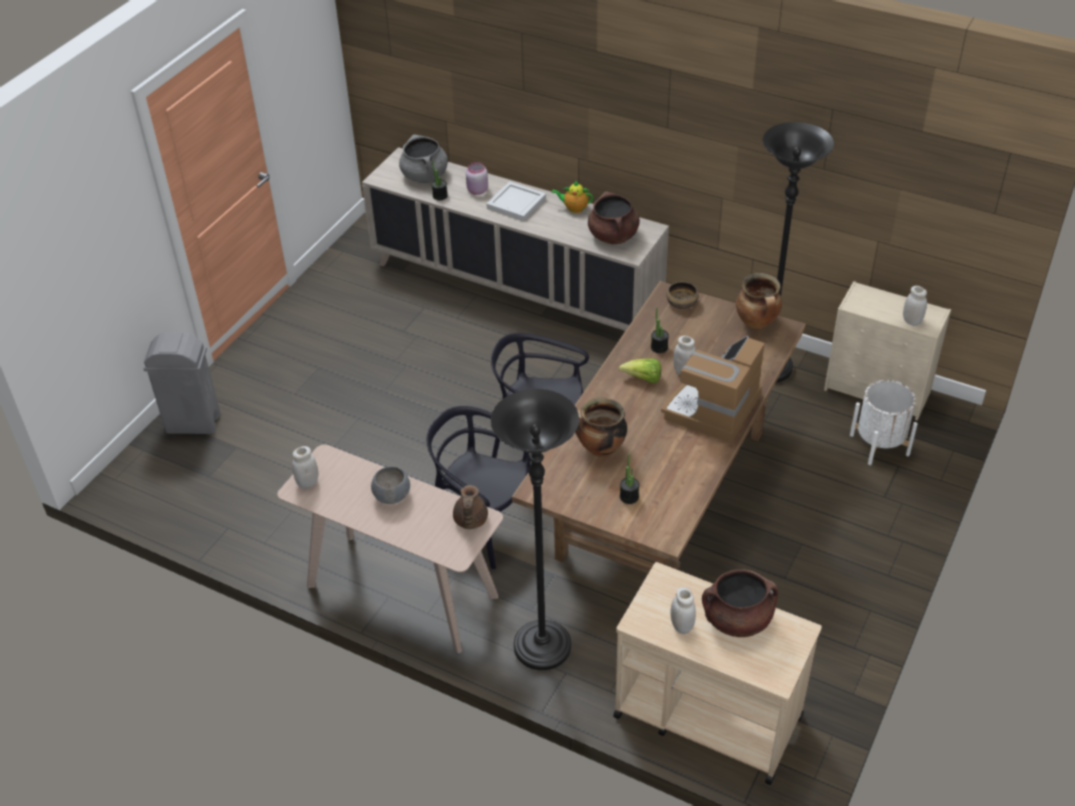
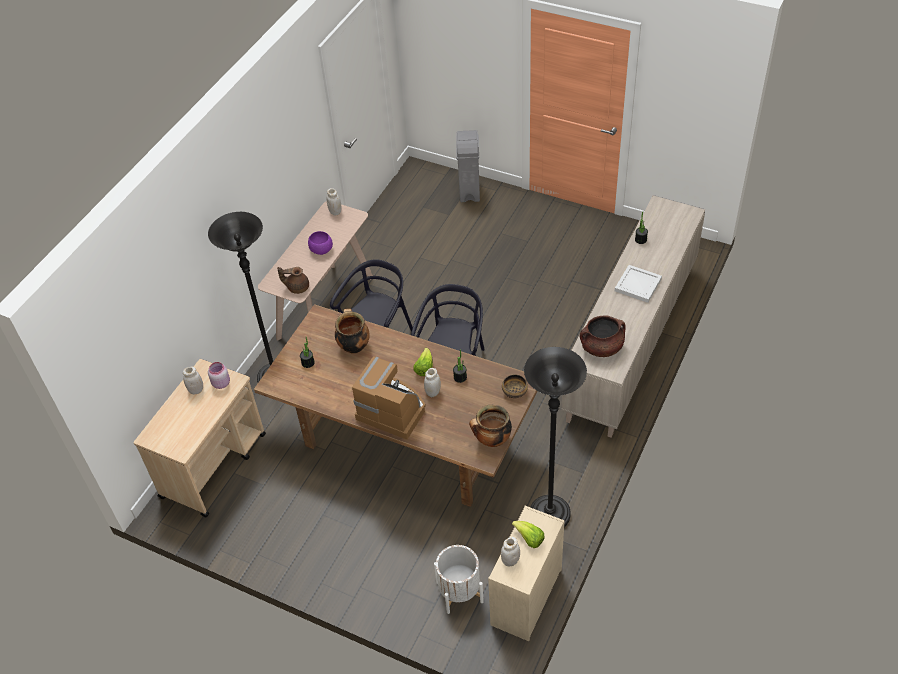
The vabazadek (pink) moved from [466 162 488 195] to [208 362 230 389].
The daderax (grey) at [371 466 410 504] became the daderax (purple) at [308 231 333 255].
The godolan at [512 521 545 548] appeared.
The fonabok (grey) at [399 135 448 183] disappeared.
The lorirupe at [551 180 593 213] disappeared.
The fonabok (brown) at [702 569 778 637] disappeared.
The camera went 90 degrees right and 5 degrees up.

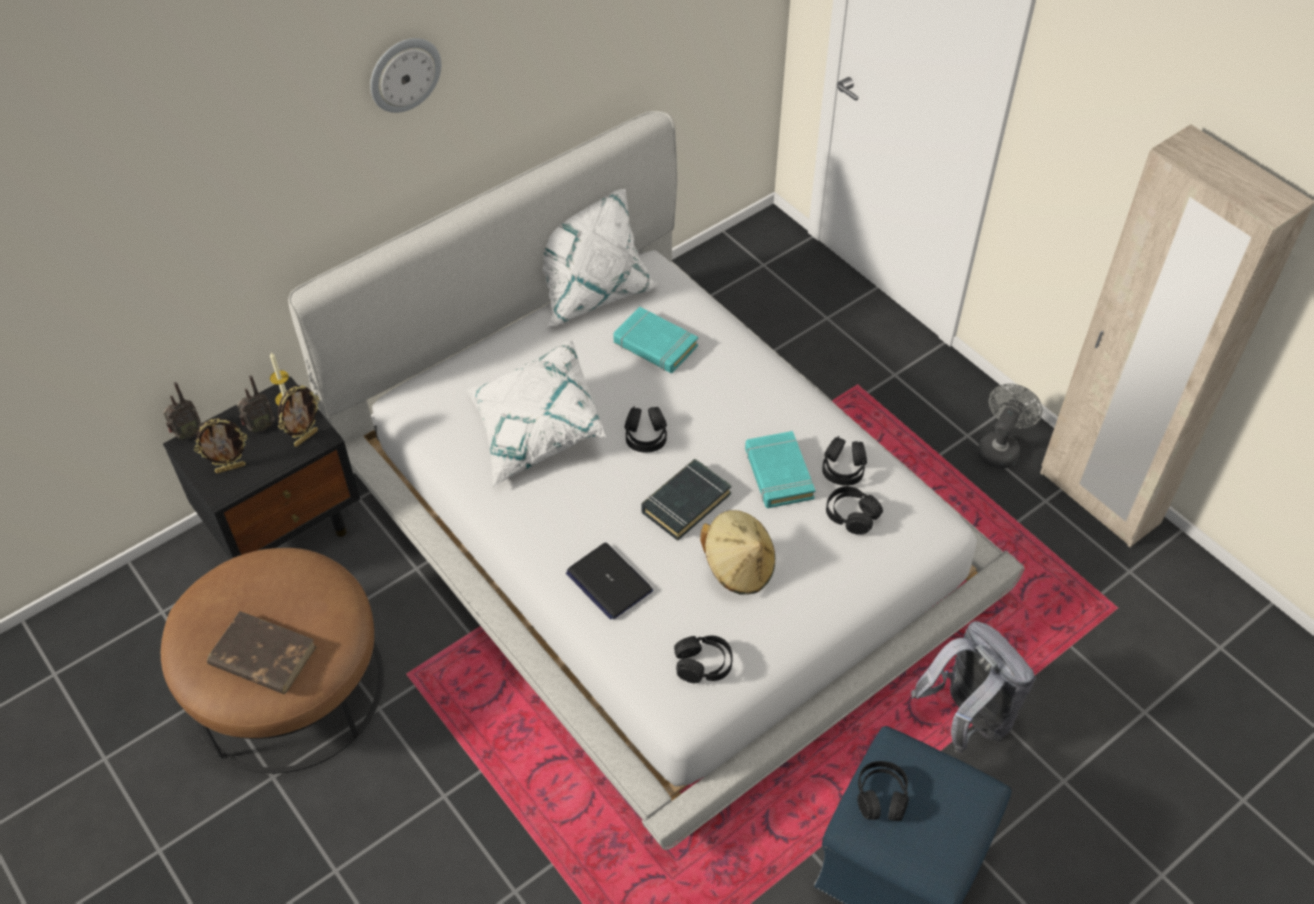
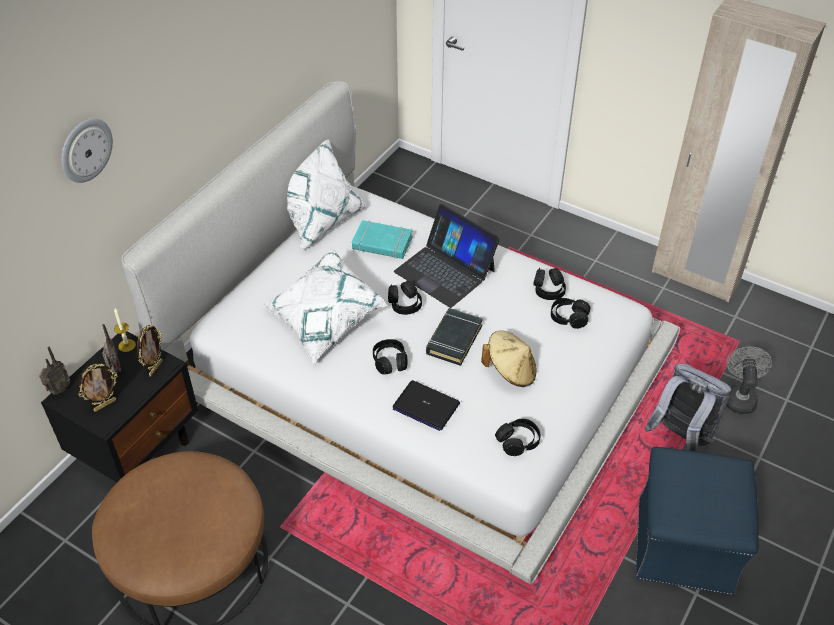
The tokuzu moved from [370 38 441 113] to [61 119 113 183].
The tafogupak at [237 375 275 433] turned 60 degrees counterclockwise.
The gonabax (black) moved from [857 761 909 821] to [373 339 408 375].
The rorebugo at [394 204 500 308] appeared.
The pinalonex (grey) moved from [978 384 1043 469] to [726 347 772 414].
The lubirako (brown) at [207 611 317 694] disappeared.
The lubirako (turquoise) at [745 431 815 508] disappeared.
The camera went 20 degrees left and 5 degrees down.

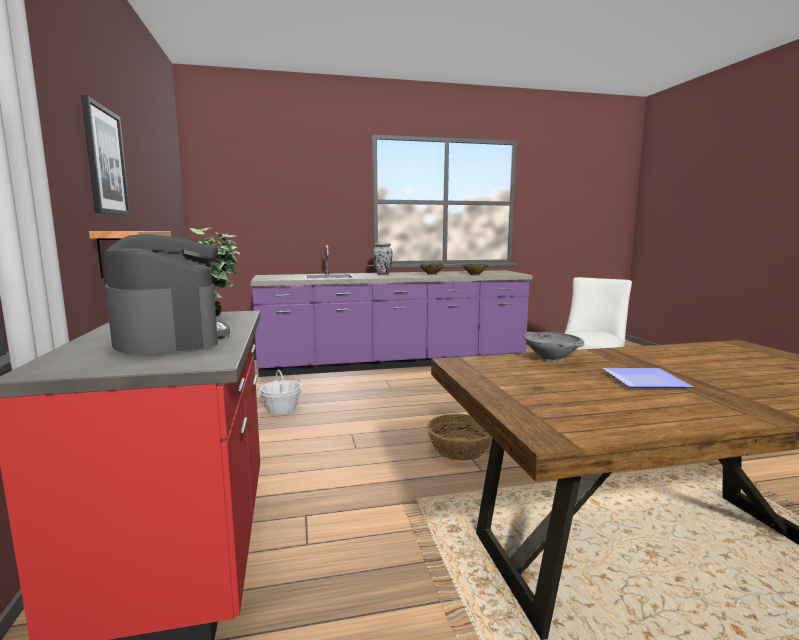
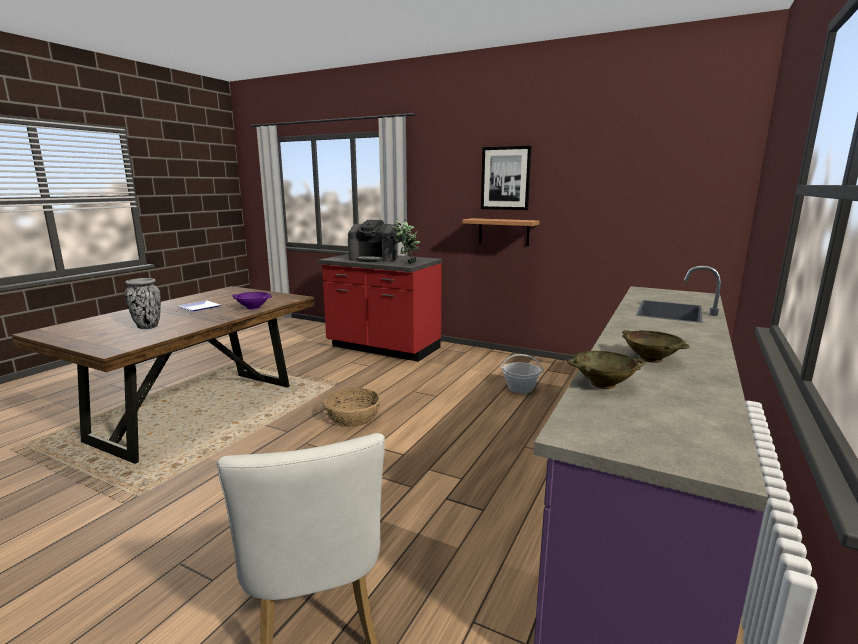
The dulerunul moved from [373 243 393 275] to [125 278 161 329].
The daderax (grey) at [523 332 585 362] became the daderax (purple) at [232 292 272 310].
The camera went 130 degrees right and 5 degrees up.

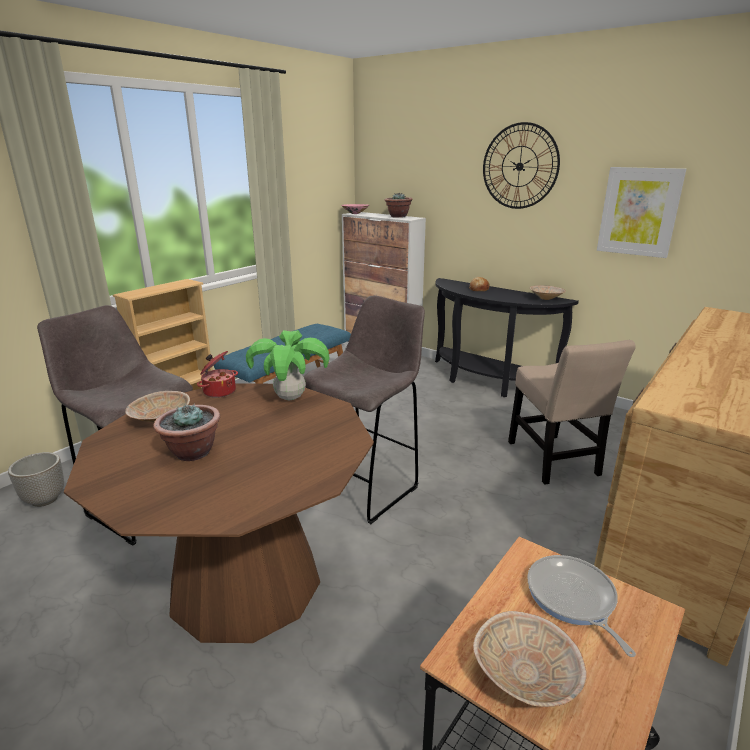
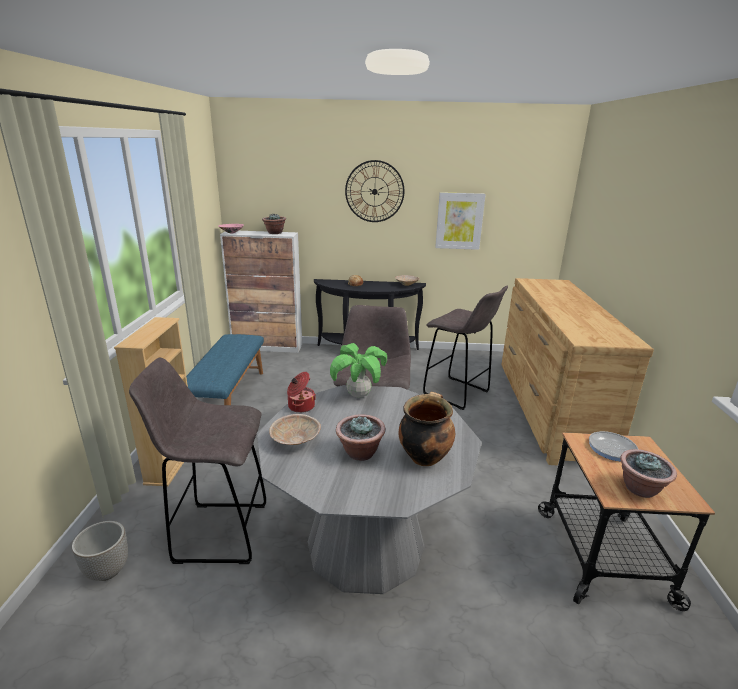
The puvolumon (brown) at [64 383 374 643] became the puvolumon (grey) at [257 385 482 594].
The fonabok at [398 392 455 466] appeared.
The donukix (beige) at [508 340 636 485] was replaced by the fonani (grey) at [423 286 508 410].
The daderax (beige) at [473 611 587 707] was replaced by the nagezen at [620 449 677 498].
The camera went 35 degrees left and 0 degrees up.

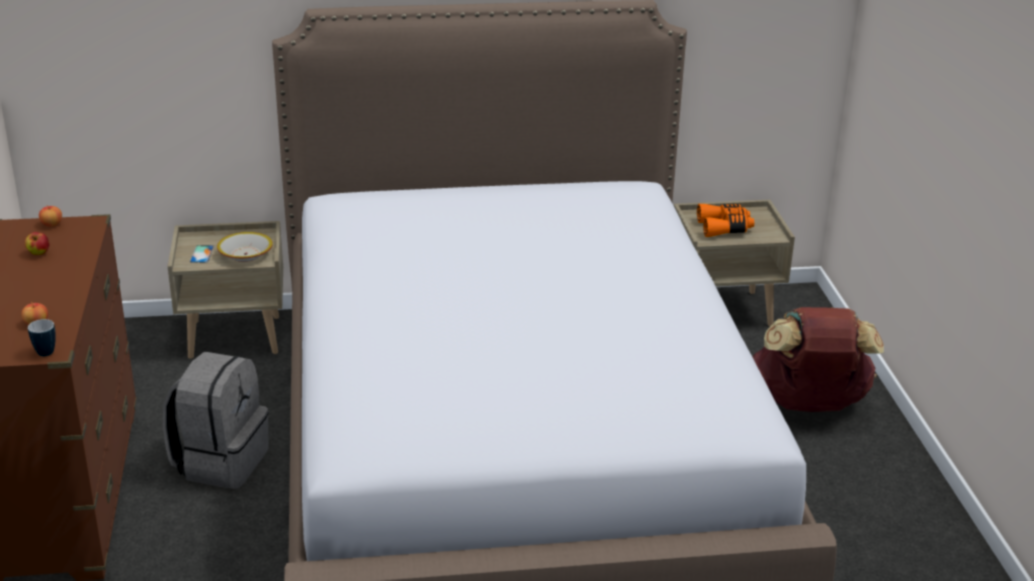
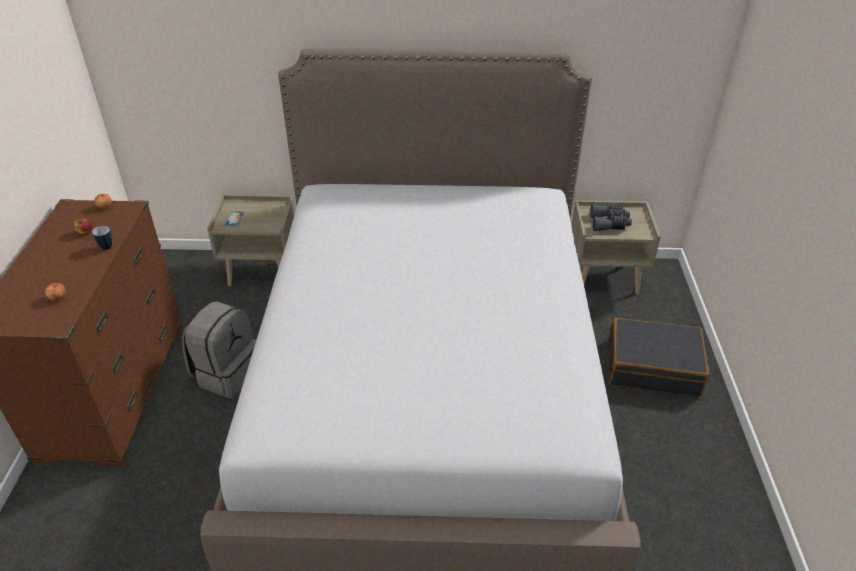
The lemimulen moved from [28 319 56 356] to [92 225 112 250].
The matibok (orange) at [697 204 754 237] became the matibok (grey) at [590 204 632 231].
The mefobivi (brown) at [752 307 884 412] was replaced by the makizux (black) at [609 318 709 397].
The daderax at [217 232 273 262] disappeared.
The camera went 10 degrees right and 10 degrees up.

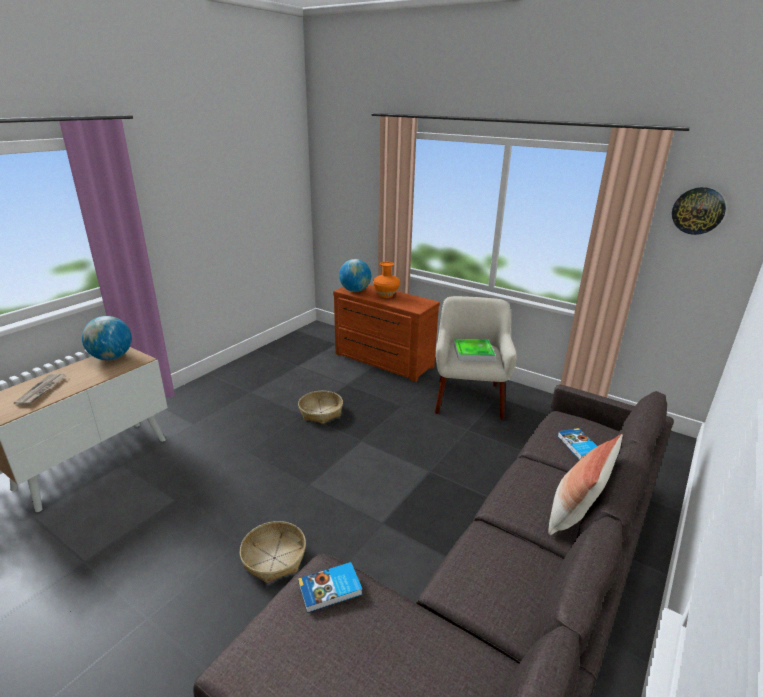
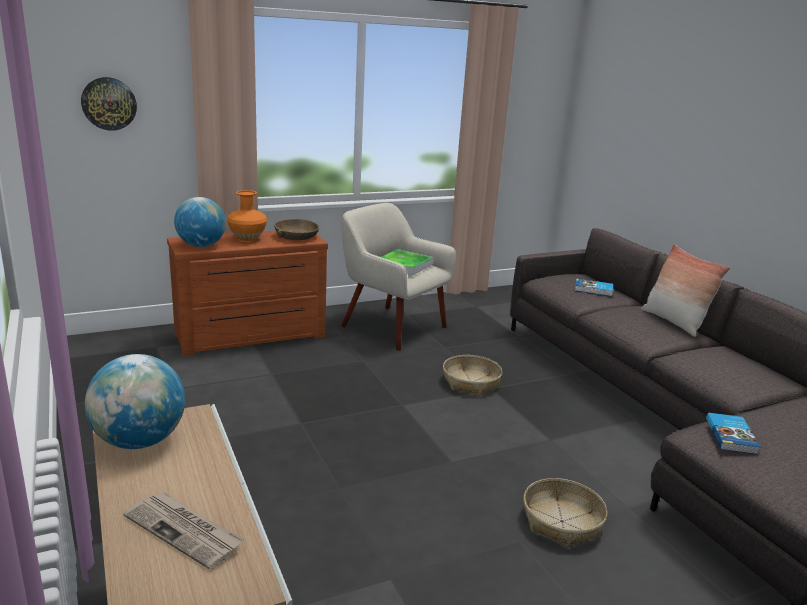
The tokuzu moved from [672 187 726 235] to [81 77 137 131].
The daderax (brown) at [274 219 319 240] appeared.
The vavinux moved from [298 391 343 424] to [443 355 503 396].
The camera went 60 degrees left and 5 degrees down.

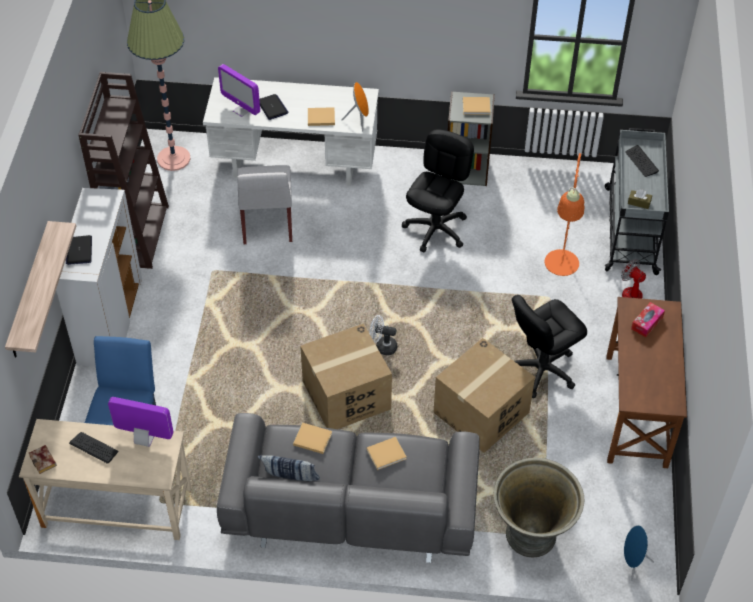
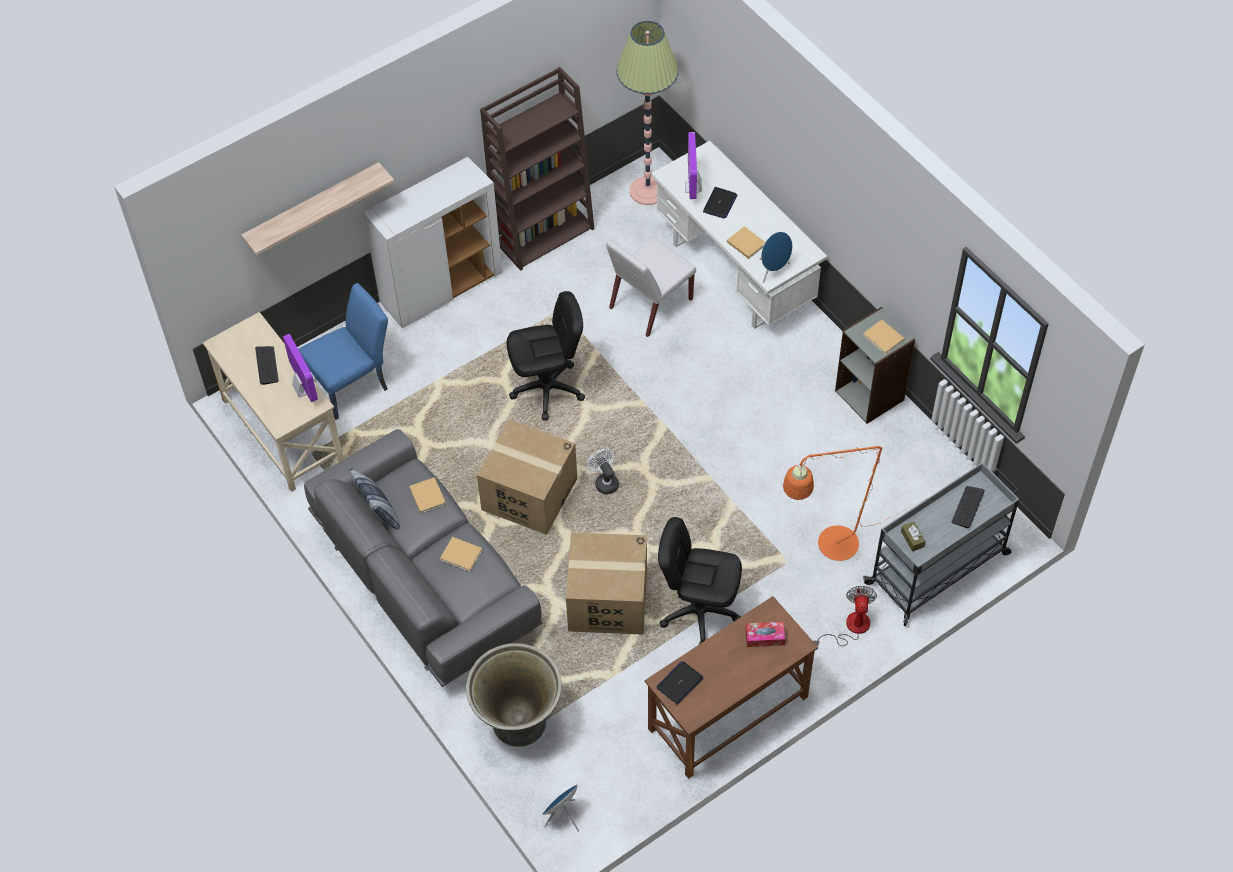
The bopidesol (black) moved from [402 129 474 252] to [507 291 585 421].
The rorebugo moved from [66 235 92 265] to [656 661 704 705].
The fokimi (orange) at [342 82 369 132] became the fokimi (blue) at [760 232 793 283].
The lubirako at [29 445 57 474] disappeared.
The camera went 50 degrees right and 5 degrees up.

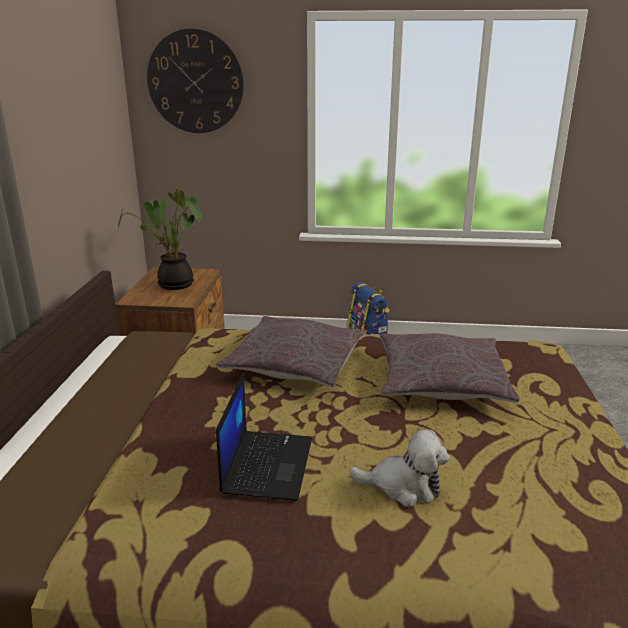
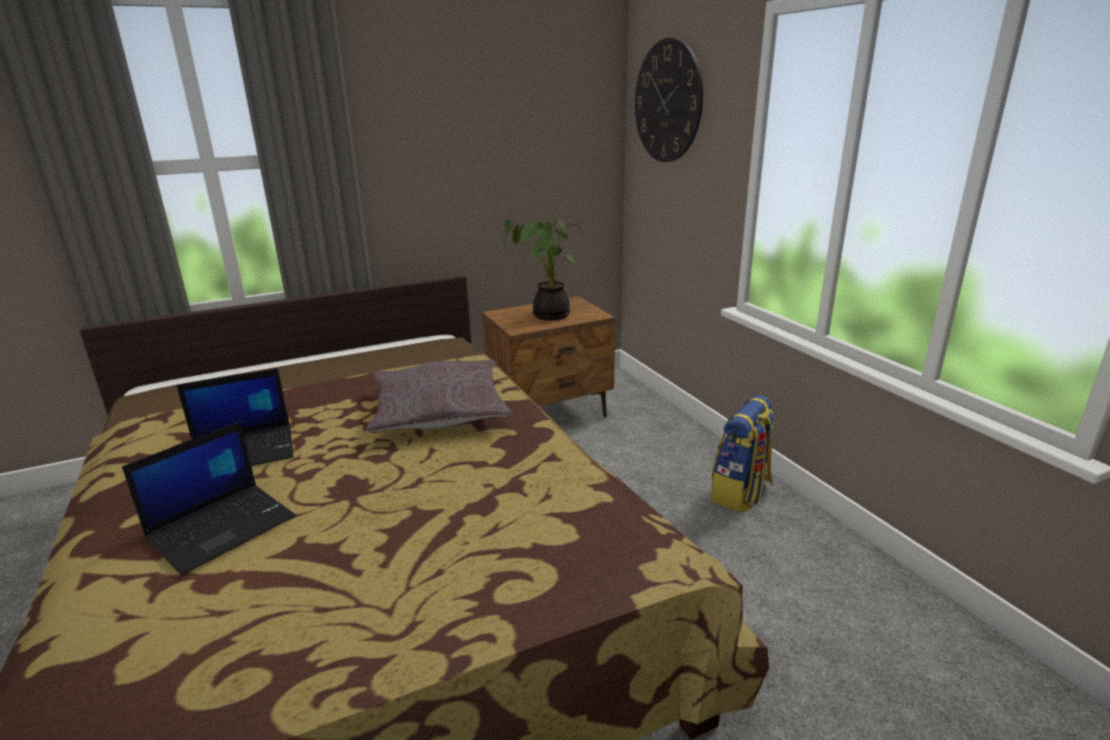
The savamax at [349 429 450 507] was replaced by the rorebugo at [122 421 296 575].
The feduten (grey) at [380 333 520 403] disappeared.
The camera went 60 degrees right and 0 degrees up.

